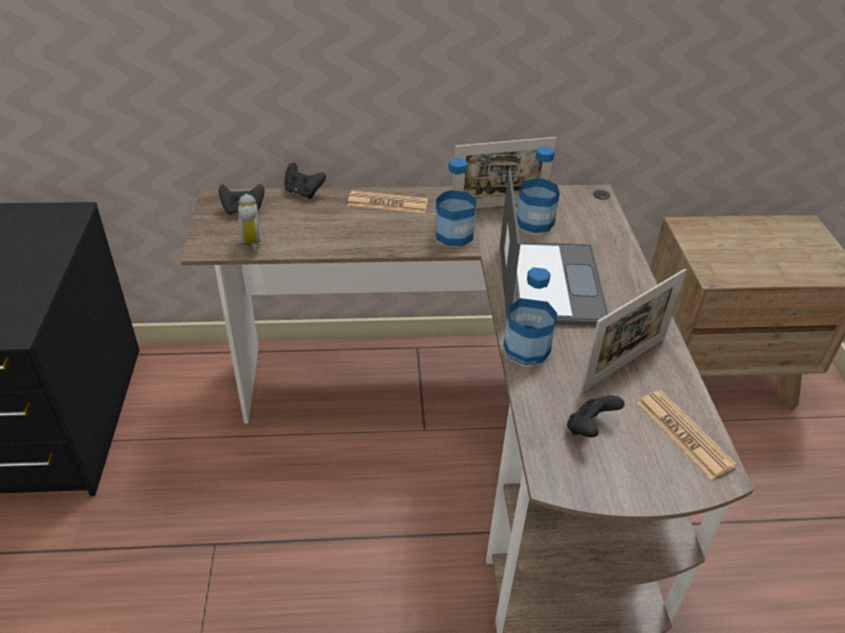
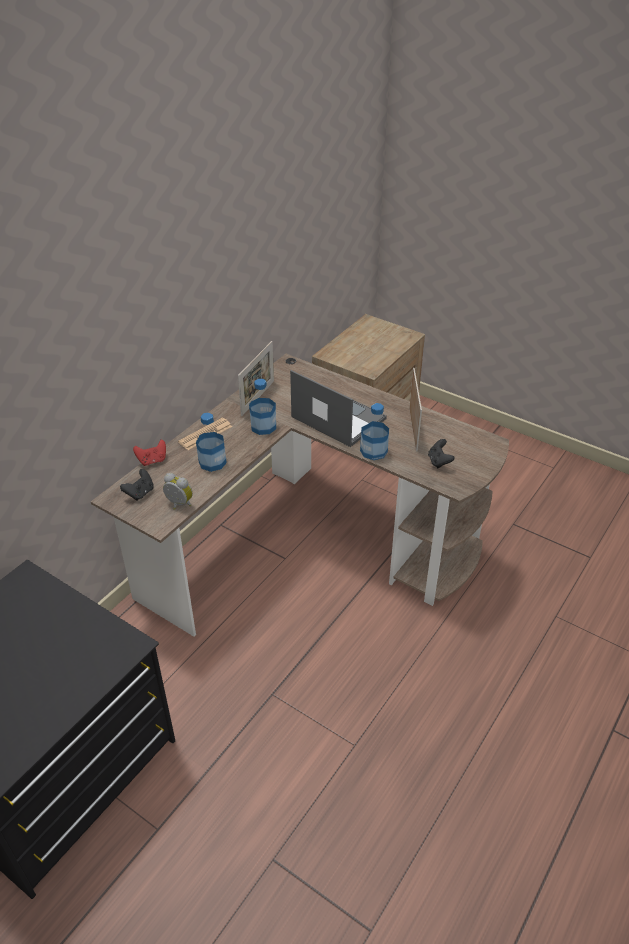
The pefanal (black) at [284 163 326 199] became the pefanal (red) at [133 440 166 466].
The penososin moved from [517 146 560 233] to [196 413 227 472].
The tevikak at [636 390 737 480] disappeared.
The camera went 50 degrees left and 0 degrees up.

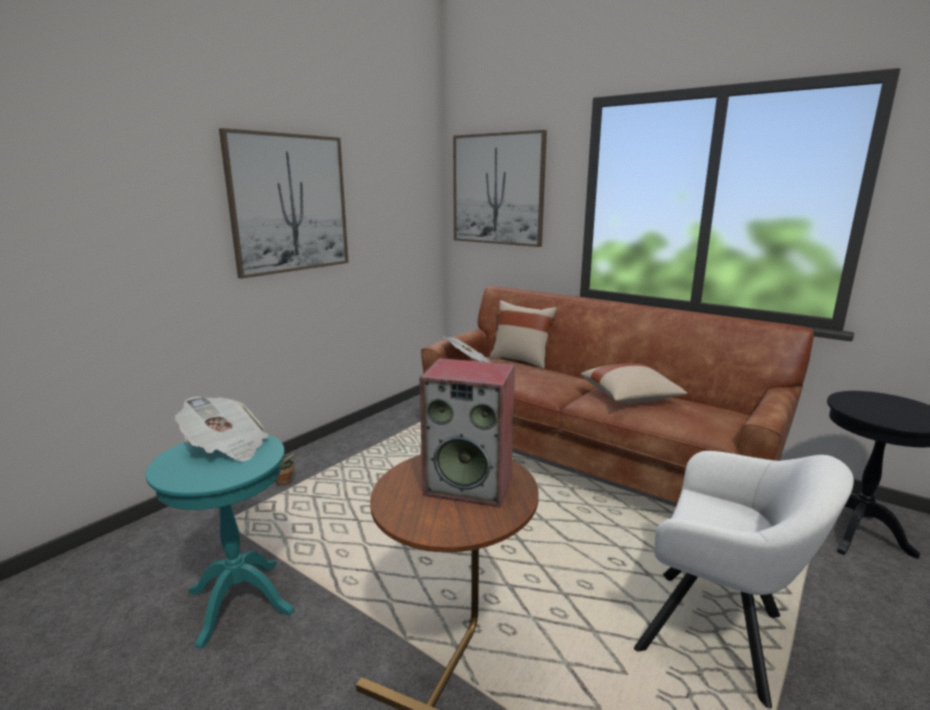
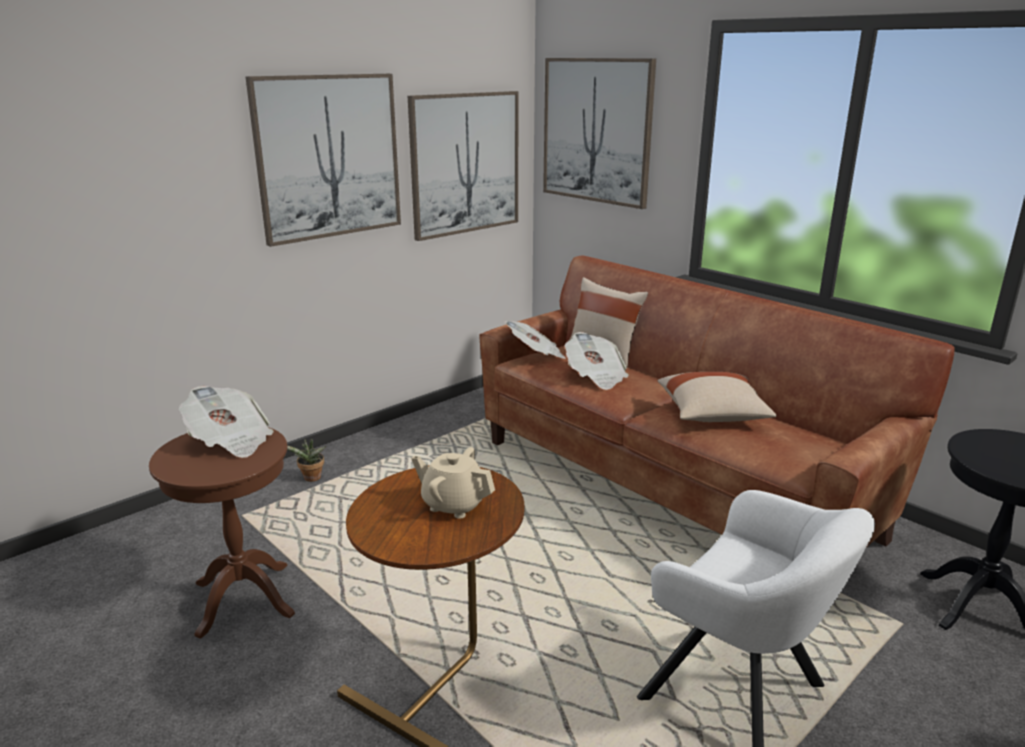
The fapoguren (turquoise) at [146 434 294 649] became the fapoguren (brown) at [149 427 295 639].
The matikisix at [408 91 519 241] appeared.
The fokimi at [419 358 515 507] was replaced by the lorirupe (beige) at [411 447 495 519].
The tevikak at [565 332 629 390] appeared.
The camera went 10 degrees right and 5 degrees up.

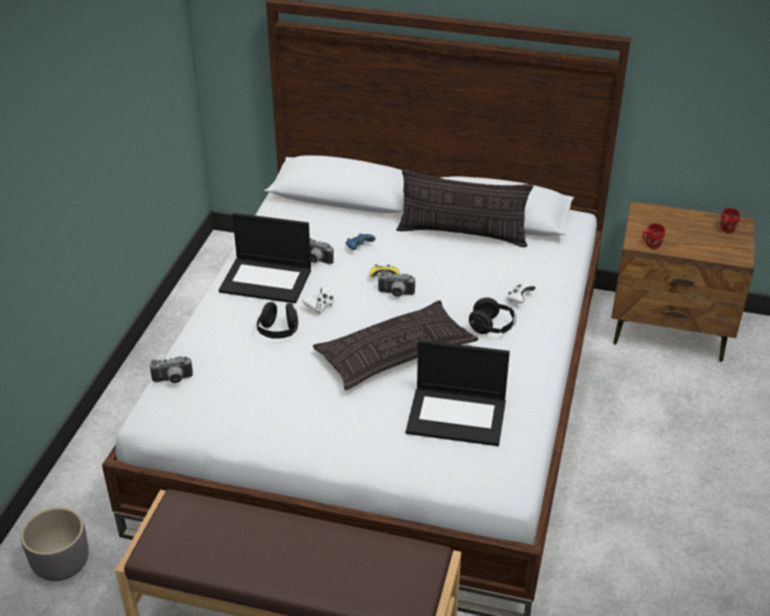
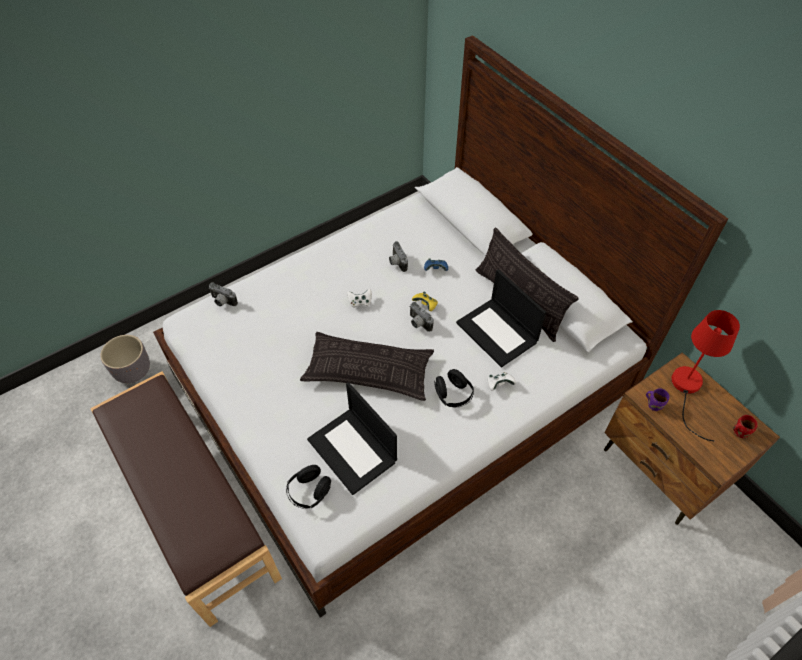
The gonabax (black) moved from [257 302 298 339] to [286 465 331 509].
The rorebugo moved from [219 213 311 303] to [456 269 546 368].
The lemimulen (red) at [642 223 665 249] became the lemimulen (purple) at [646 388 670 411].
The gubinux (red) at [671 310 740 441] appeared.
The camera went 40 degrees right and 15 degrees up.

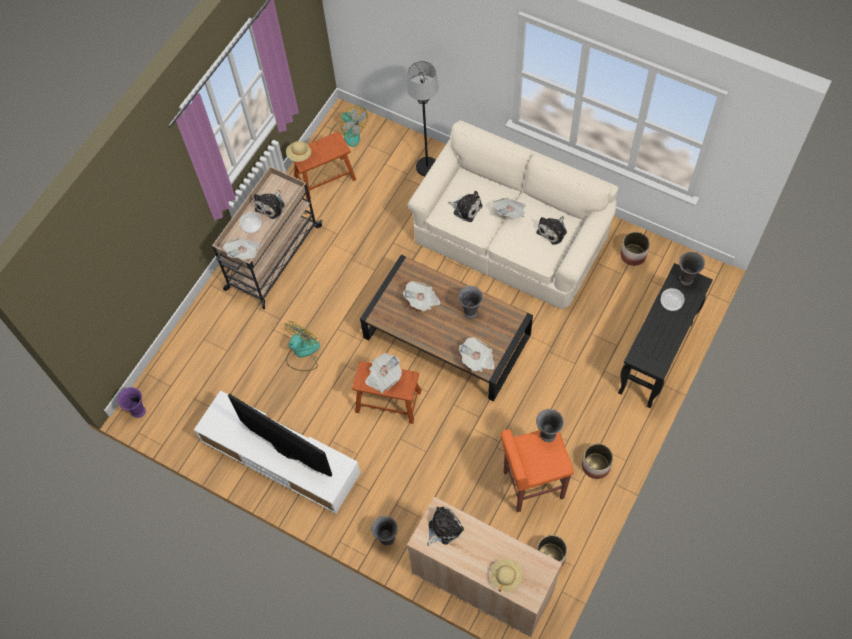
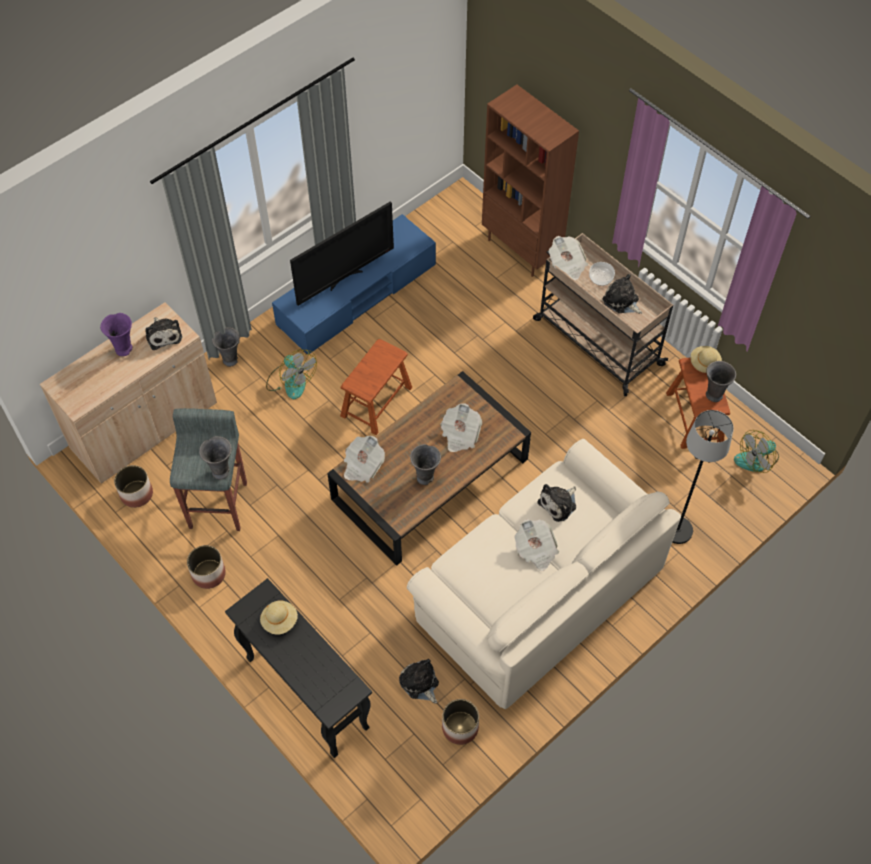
The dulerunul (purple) moved from [117 387 146 418] to [100 313 133 356].
The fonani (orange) at [501 429 574 512] became the fonani (grey) at [170 408 247 531].
The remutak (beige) moved from [490 559 522 592] to [260 601 298 635].
The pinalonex moved from [284 321 320 371] to [266 349 317 399].
The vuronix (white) at [194 390 361 514] became the vuronix (blue) at [272 214 436 354].
The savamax moved from [537 216 567 245] to [399 659 439 703].
The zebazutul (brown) at [482 84 579 277] appeared.
The dulerunul (grey) moved from [679 251 705 286] to [706 361 736 402].
The tevikak at [365 353 402 393] disappeared.
The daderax at [661 288 684 311] disappeared.
The camera went 105 degrees right and 5 degrees down.

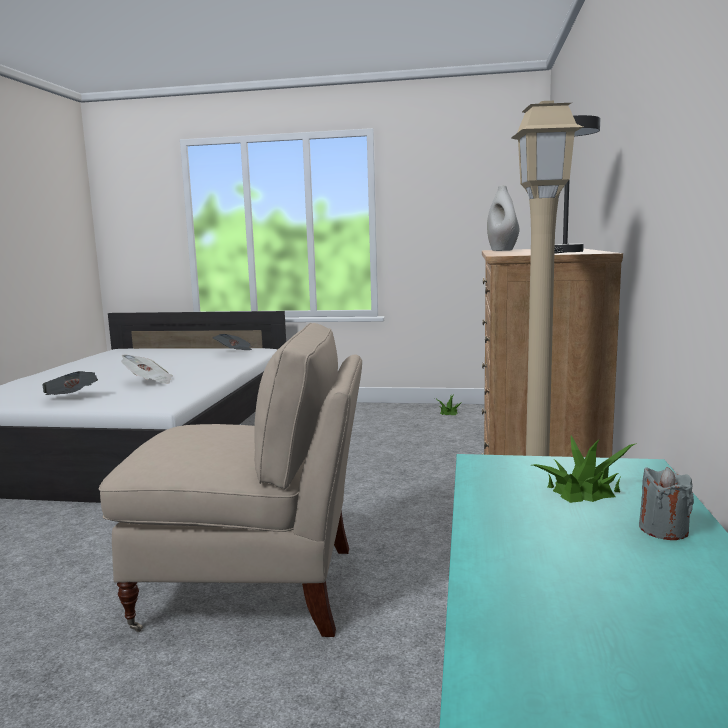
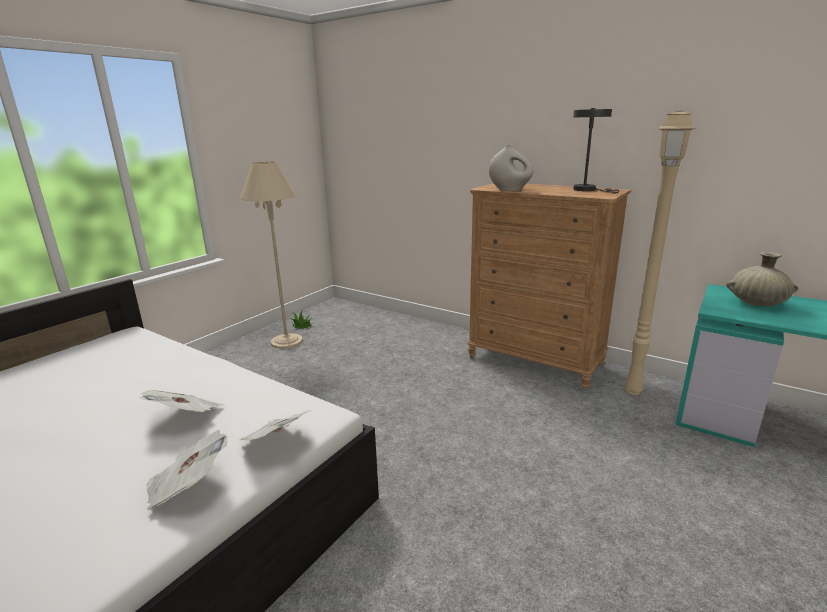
The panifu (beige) at [239 162 303 349] appeared.
The tevikak moved from [213 334 252 350] to [239 410 312 440].
The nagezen at [532 436 637 503] was replaced by the dulerunul (beige) at [726 252 798 306].
The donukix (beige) at [99 323 362 637] disappeared.
The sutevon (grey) at [639 467 694 540] disappeared.
The camera went 65 degrees left and 10 degrees up.

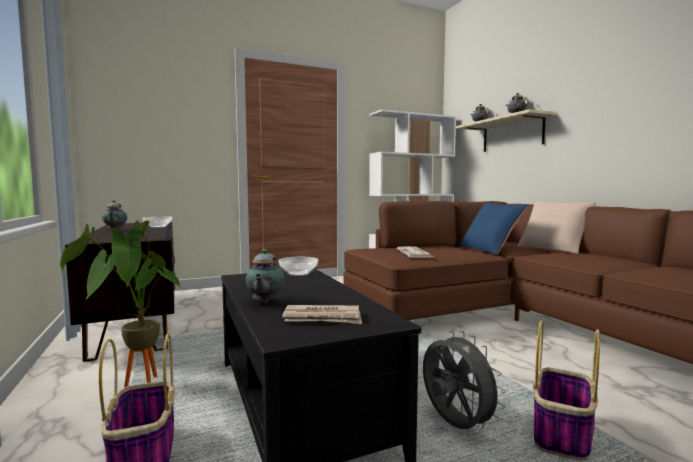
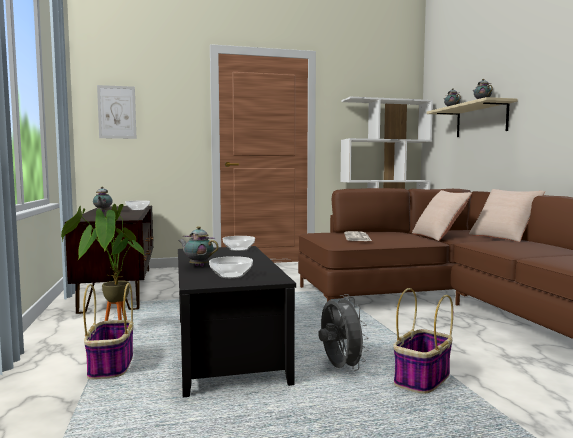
The matikisix at [97 85 136 139] appeared.
The lorirupe at [246 249 285 304] turned 105 degrees clockwise.
The tevikak at [282 305 362 324] was replaced by the daderax at [209 256 253 278].
The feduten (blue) at [459 203 527 255] became the feduten (beige) at [412 190 472 241].
The camera went 10 degrees right and 0 degrees up.

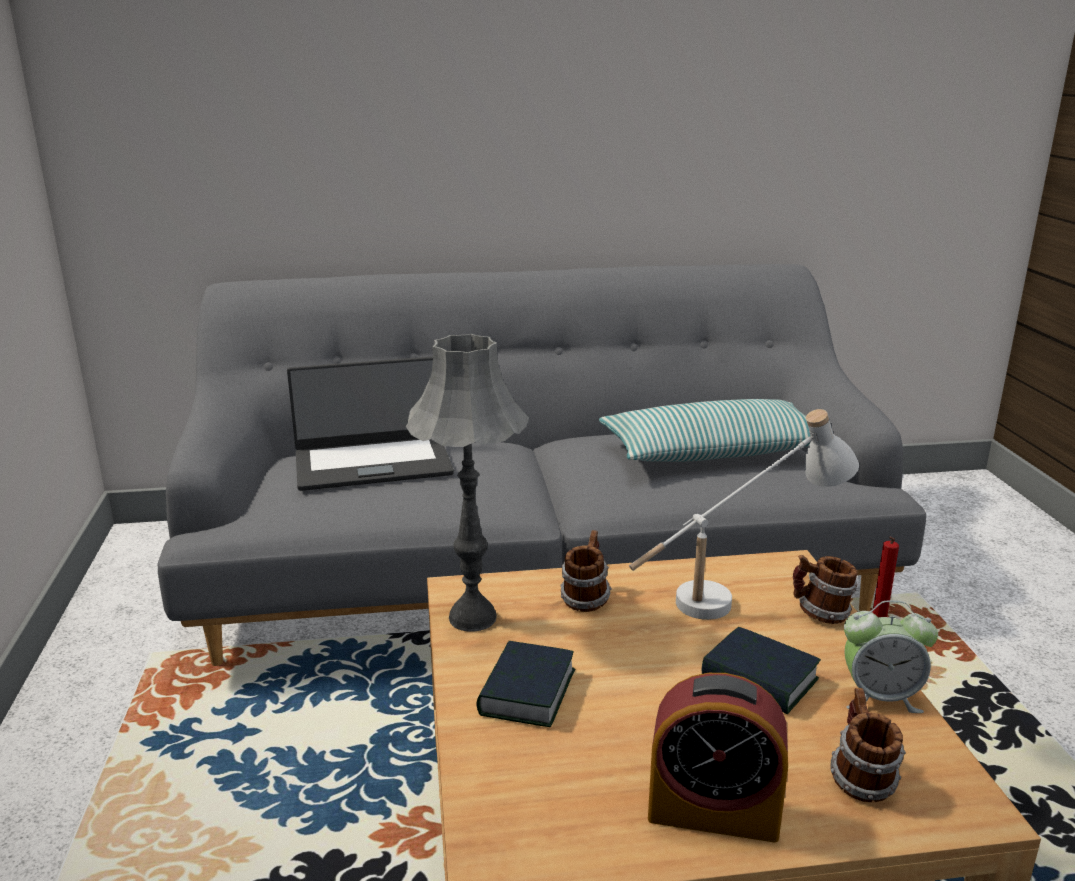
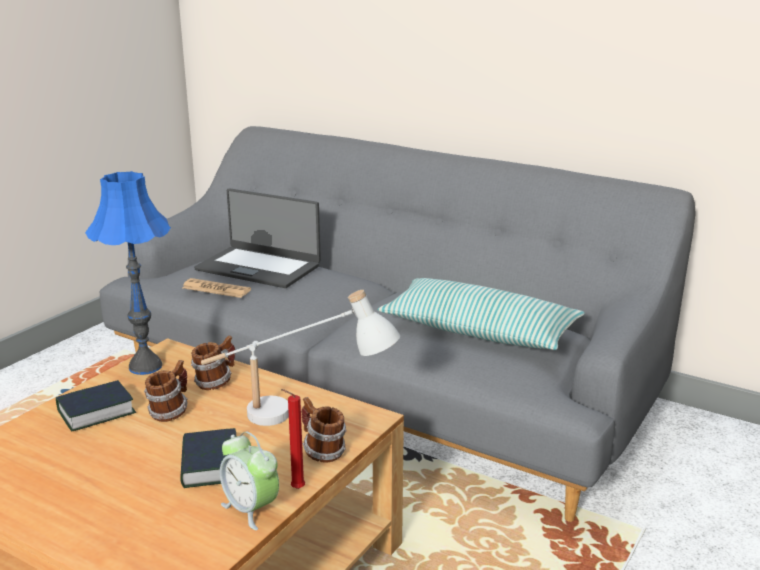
The gubinux (grey) at [405 334 529 632] became the gubinux (blue) at [85 171 171 375].
The lemimulen moved from [830 688 906 802] to [144 360 188 422].
The tevikak at [182 278 251 298] appeared.
The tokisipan at [648 673 788 842] disappeared.
The camera went 40 degrees right and 0 degrees up.

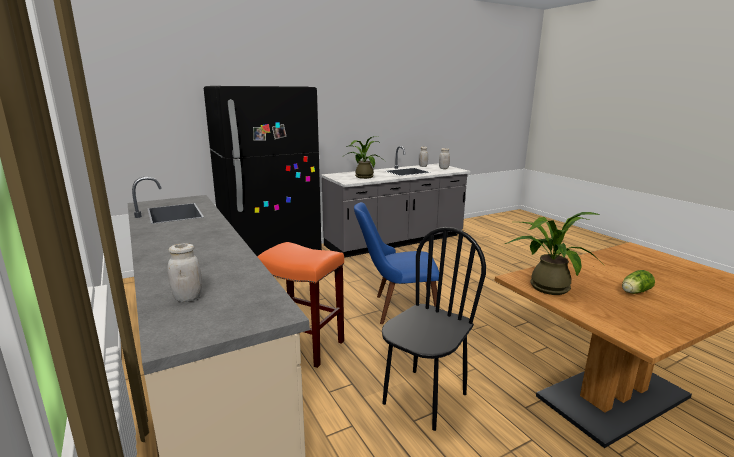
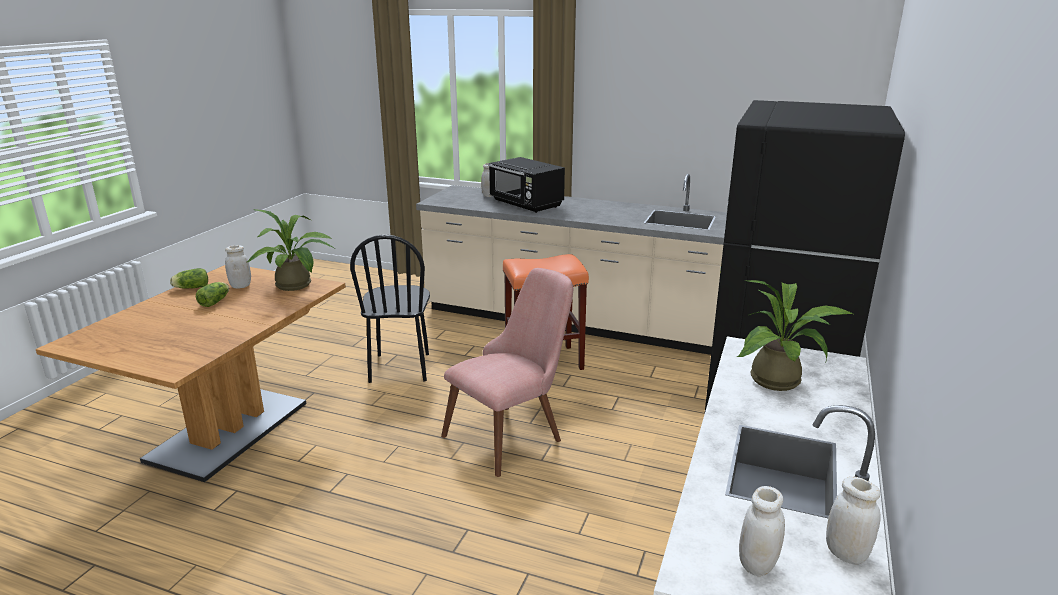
The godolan at [170 268 208 289] appeared.
The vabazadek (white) at [225 245 251 289] appeared.
The donukix (blue) at [354 202 439 324] became the donukix (pink) at [441 268 573 477].
The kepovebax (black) at [488 157 565 213] appeared.
The camera went 140 degrees right and 5 degrees up.

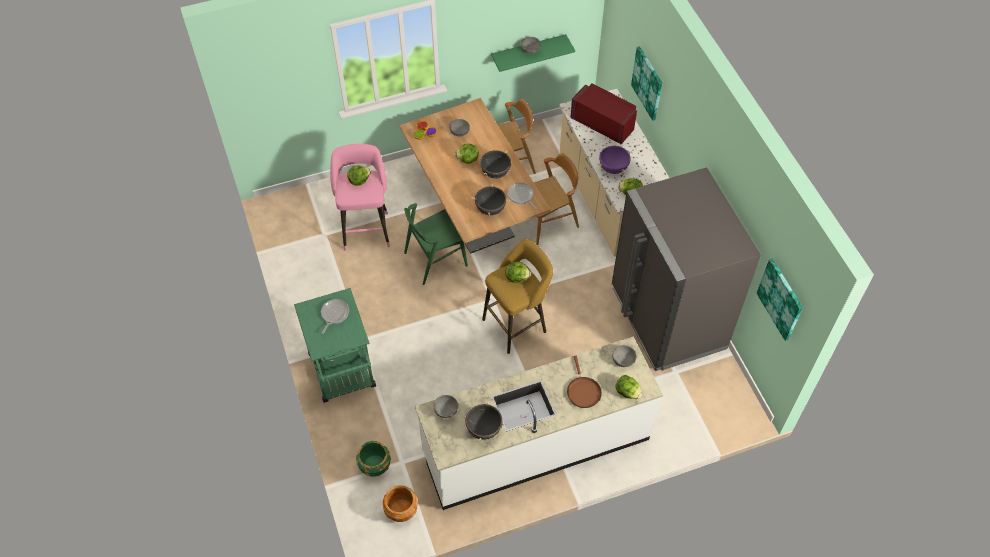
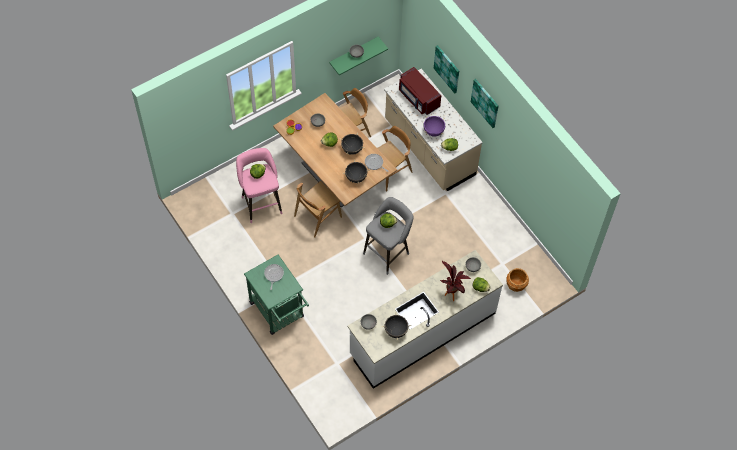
The donukix (green) at [404 203 468 285] became the donukix (brown) at [294 181 342 237].
The fonani (yellow) at [482 239 553 354] became the fonani (grey) at [363 197 413 275].
The kepovebax (red) at [570 83 637 144] turned 150 degrees counterclockwise.
The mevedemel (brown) at [567 356 602 408] was replaced by the nagezen at [440 261 471 301].
The matikisix moved from [757 258 803 341] to [471 79 499 128].
The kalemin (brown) moved from [383 485 418 522] to [507 268 529 292].
The kalemin (green) at [356 441 391 477] disappeared.
The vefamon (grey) at [612 167 761 371] disappeared.
The camera went 15 degrees left and 5 degrees up.

